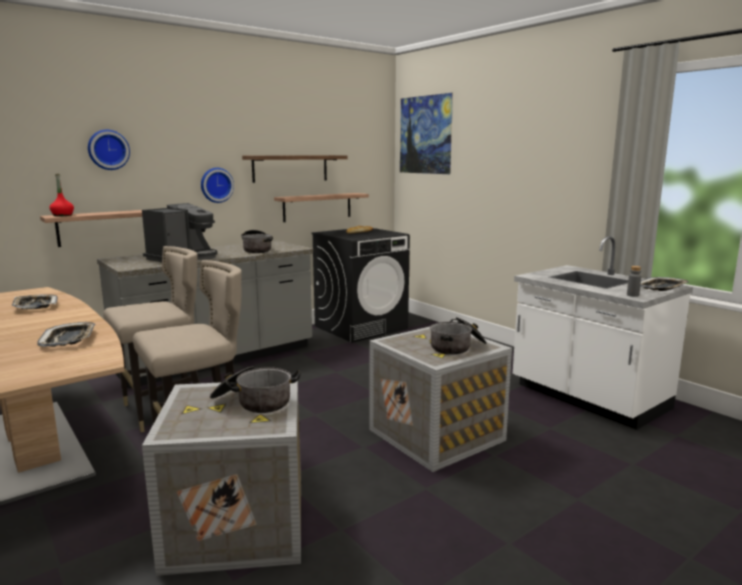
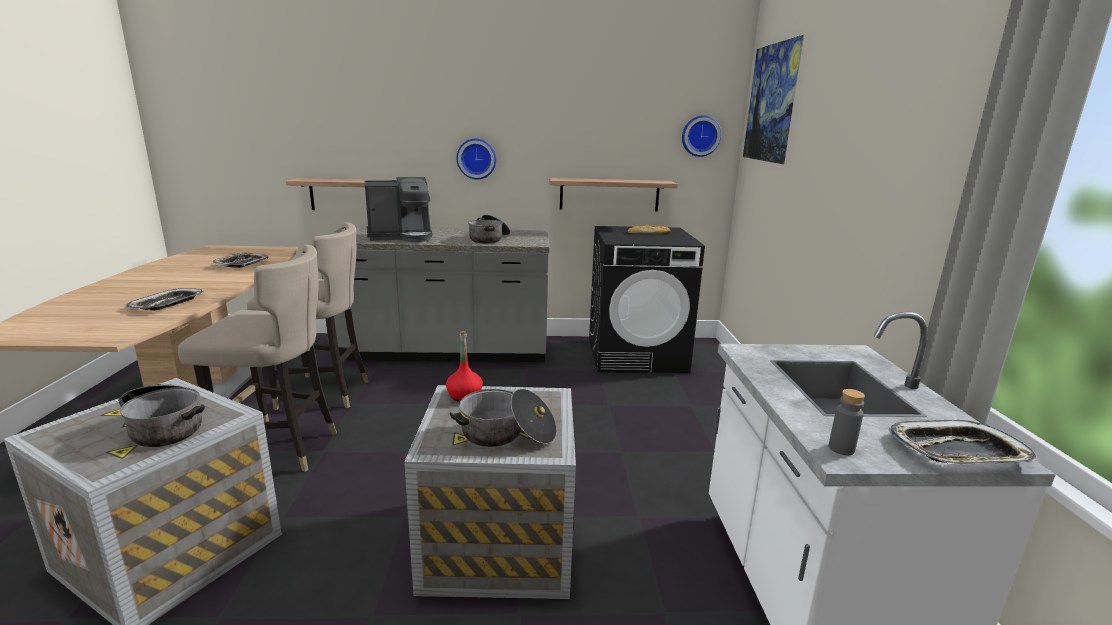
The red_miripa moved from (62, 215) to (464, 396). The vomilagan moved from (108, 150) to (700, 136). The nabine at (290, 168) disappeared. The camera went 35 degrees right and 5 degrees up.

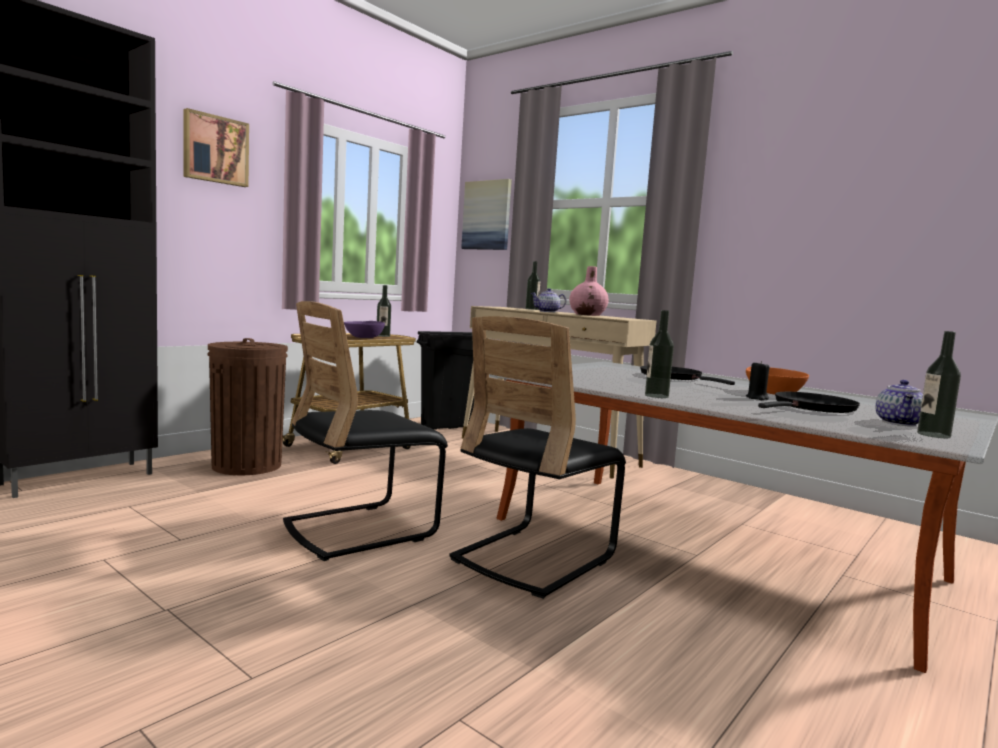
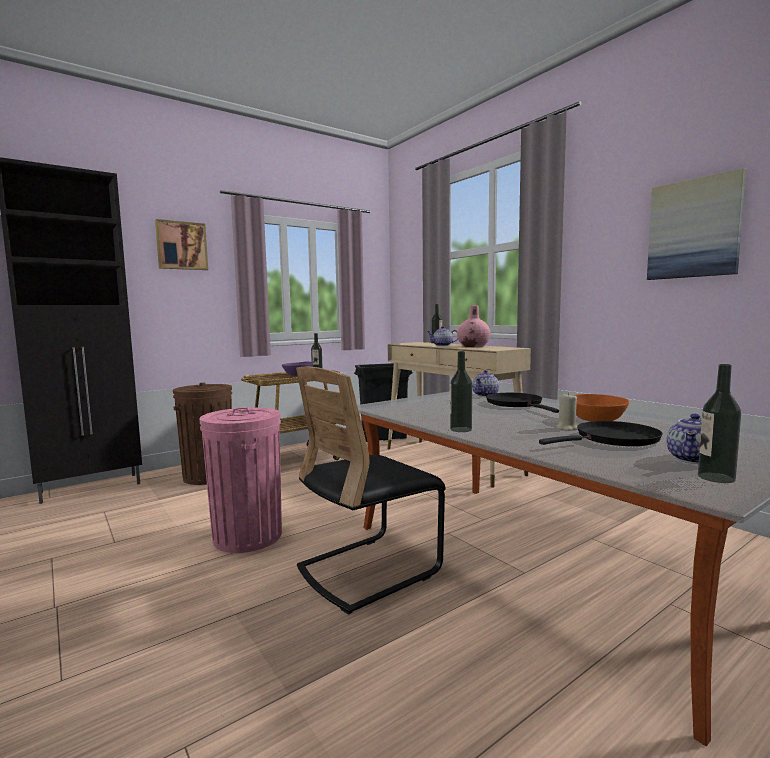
The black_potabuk at (360, 529) was replaced by the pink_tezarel at (247, 536). The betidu at (485, 395) appeared. The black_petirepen at (757, 398) became the beige_petirepen at (567, 428). The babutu moved from (487, 215) to (694, 229). The camera went 15 degrees right and 0 degrees up.

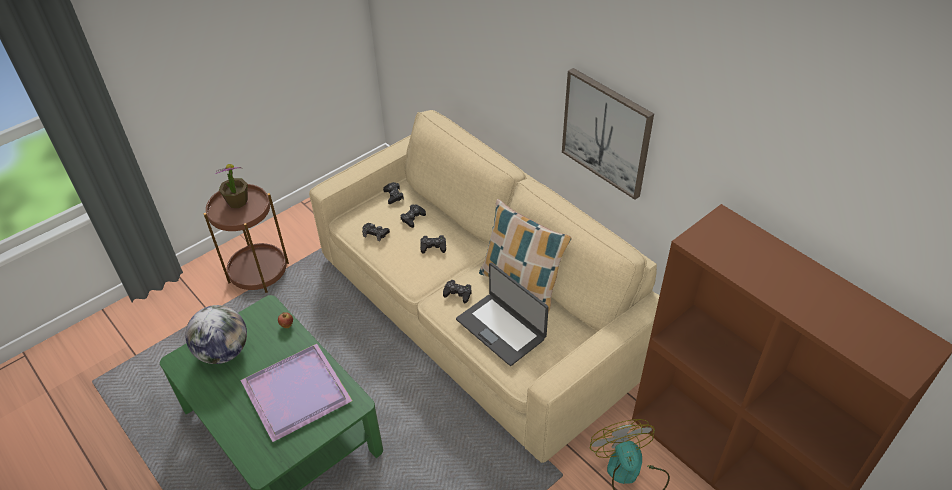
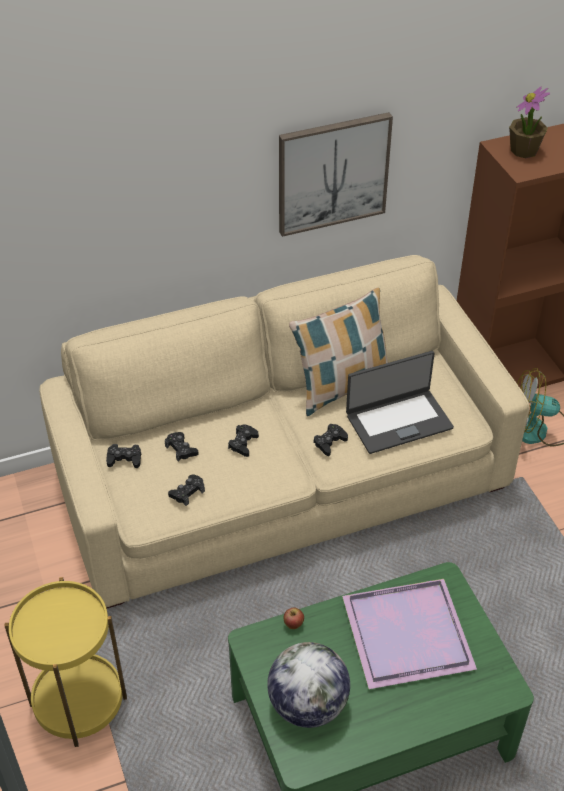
The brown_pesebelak at (258, 272) became the yellow_pesebelak at (78, 702). The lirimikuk moved from (237, 201) to (524, 151). The camera went 70 degrees left and 0 degrees up.

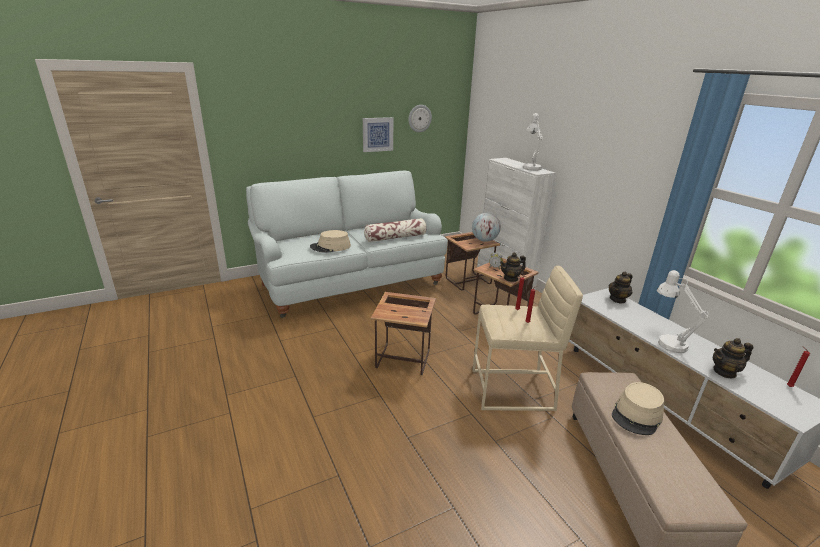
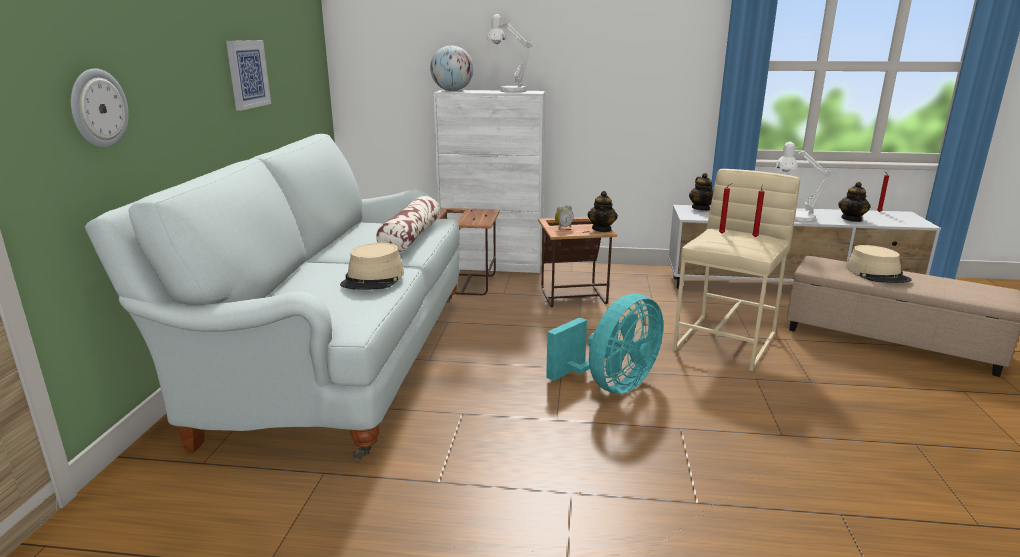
The vomilagan moved from (419, 118) to (98, 108). The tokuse moved from (484, 240) to (452, 91). The pesebelak at (404, 360) was replaced by the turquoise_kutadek at (611, 385). The camera went 55 degrees left and 5 degrees down.

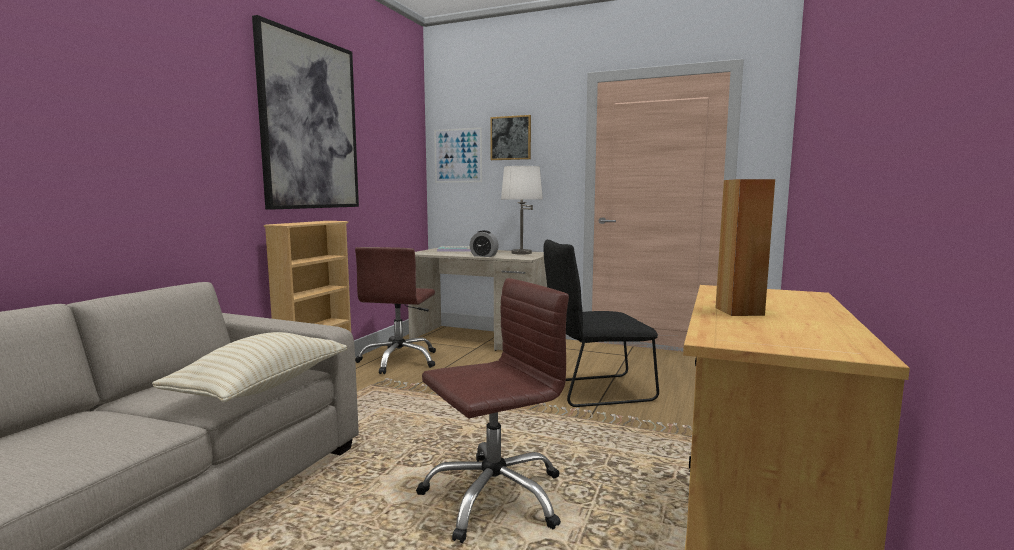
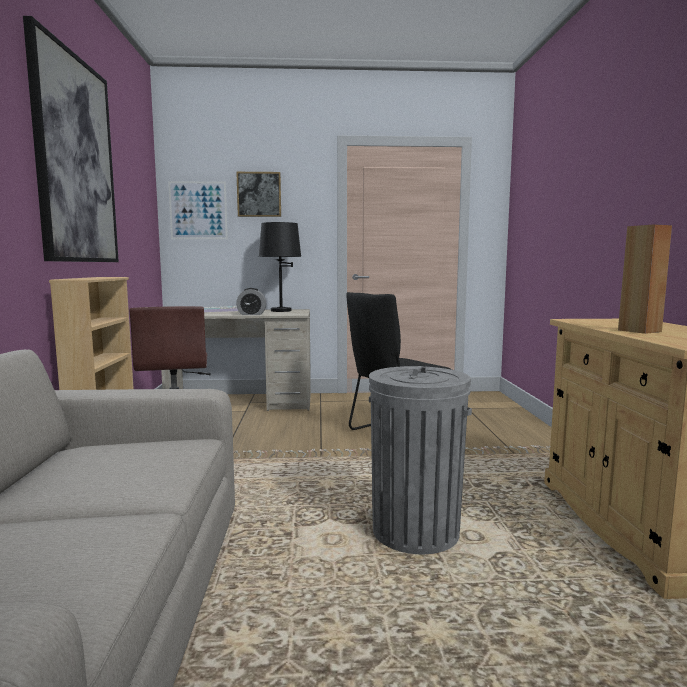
The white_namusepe at (521, 253) became the black_namusepe at (281, 311). The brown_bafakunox at (494, 496) was replaced by the grey_tezarel at (415, 532). The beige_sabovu at (262, 387) disappeared. The camera went 25 degrees left and 0 degrees up.

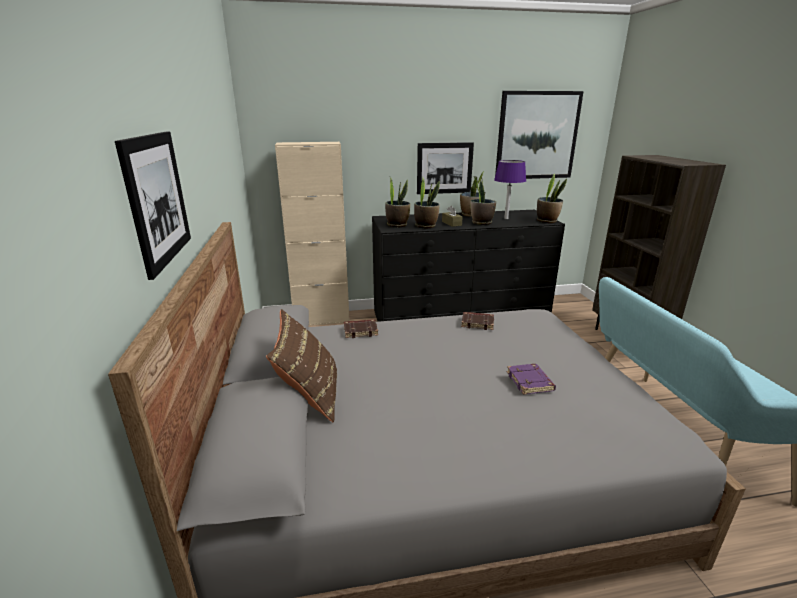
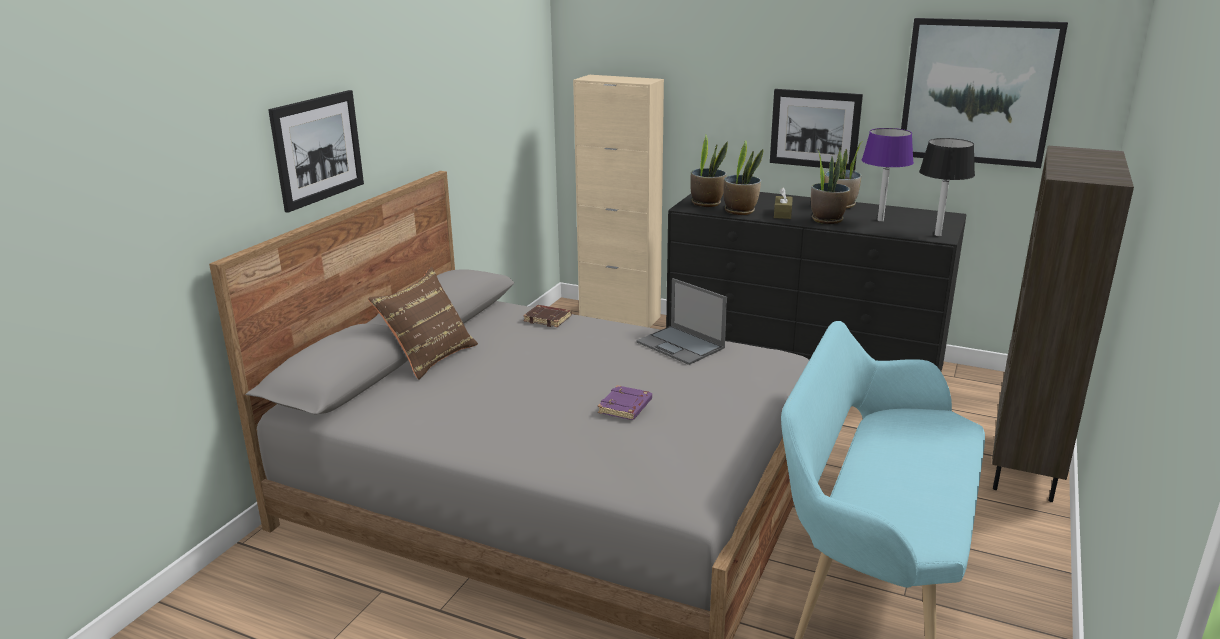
The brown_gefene at (478, 323) was replaced by the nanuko at (681, 345). The lirimikuk at (547, 221) was replaced by the black_namusepe at (937, 235). The camera went 35 degrees right and 0 degrees up.

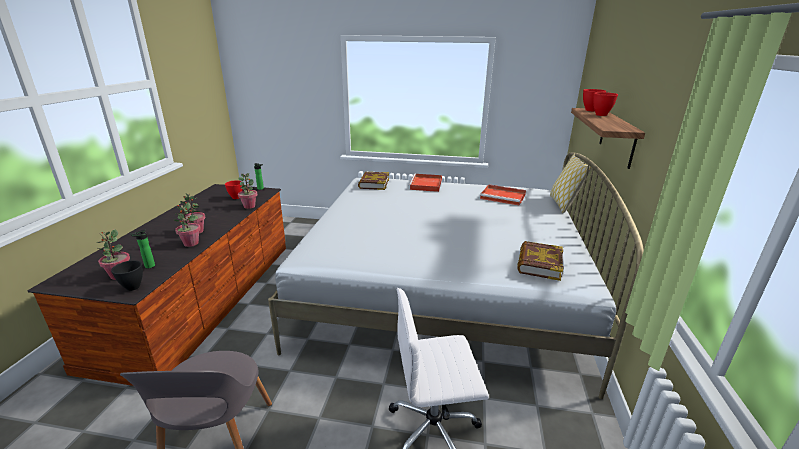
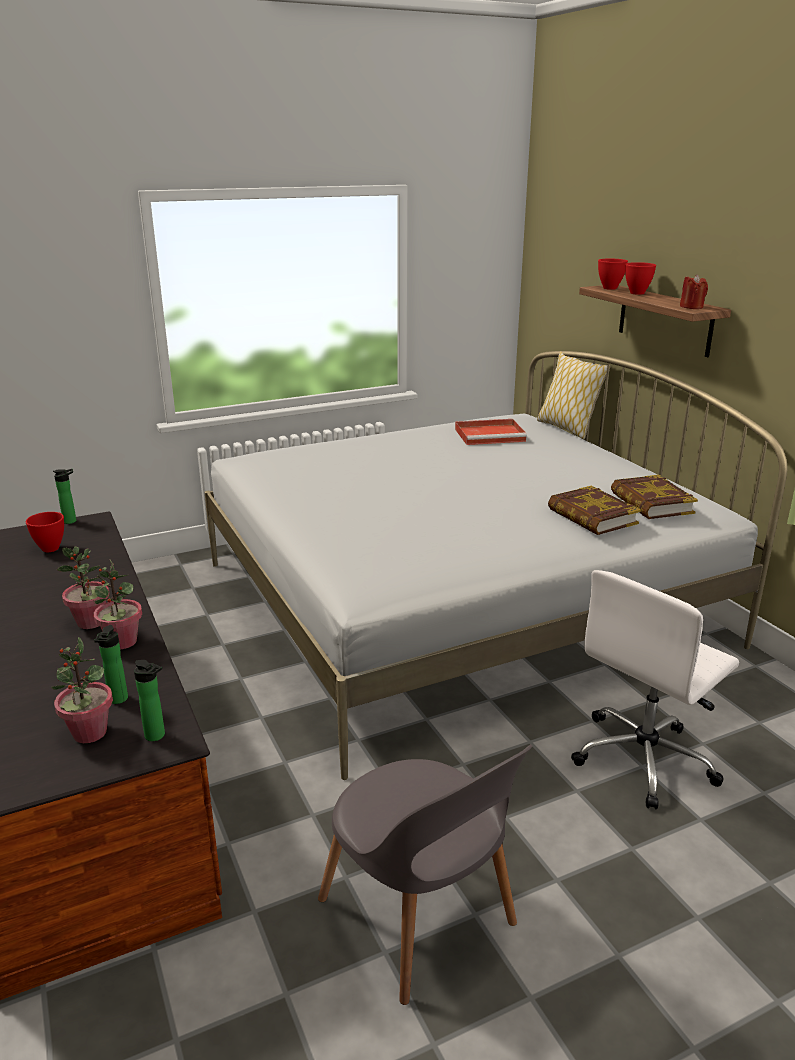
The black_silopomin at (132, 287) was replaced by the miripa at (157, 736). The gefene moved from (373, 183) to (592, 517). The red_petirepen at (691, 307) appeared. The lirimikuk at (249, 206) disappeared. The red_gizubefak at (426, 184) disappeared. The camera went 35 degrees left and 0 degrees up.

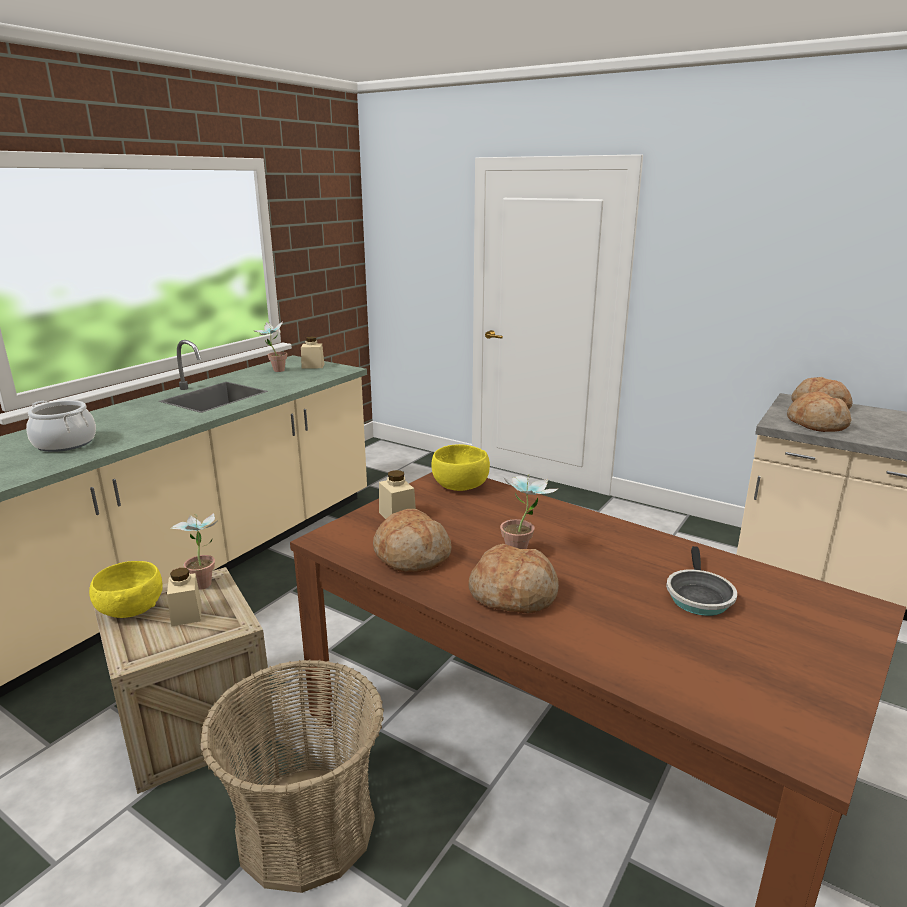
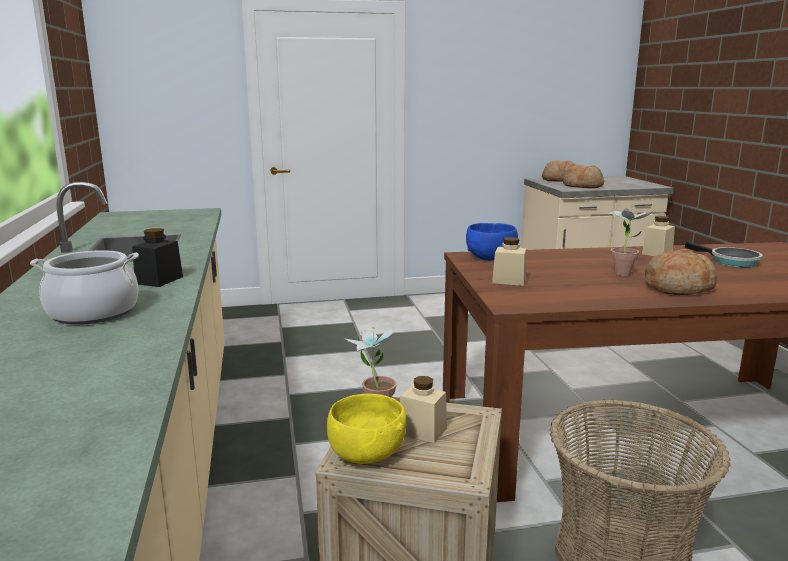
The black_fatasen at (159, 280) appeared. The yellow_silopomin at (461, 486) became the blue_silopomin at (491, 258). The beige_fatasen moved from (313, 366) to (657, 253). The lirimikuk at (274, 371) disappeared. The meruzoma at (412, 555) disappeared. The camera went 45 degrees left and 5 degrees down.

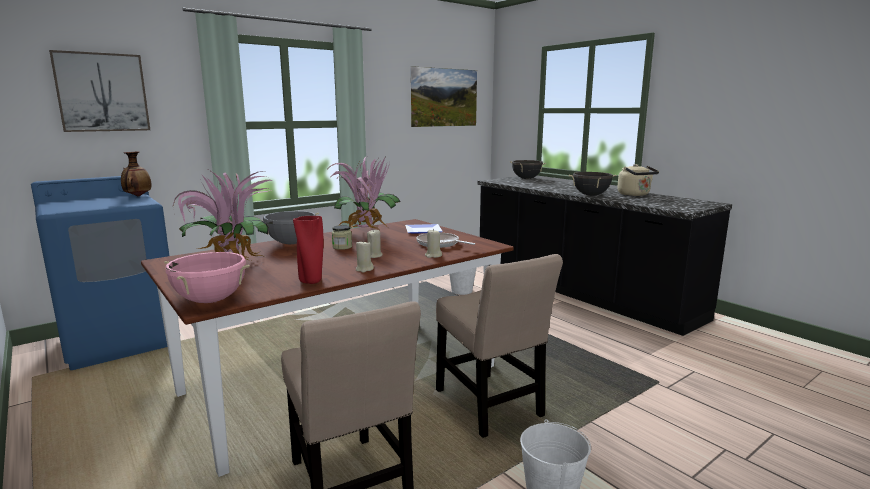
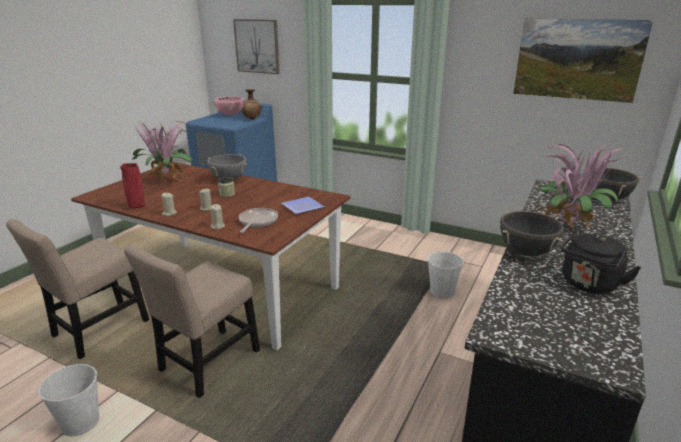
The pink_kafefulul moved from (210, 300) to (230, 115). The lirimikuk moved from (365, 235) to (567, 229). The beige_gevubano at (635, 195) became the black_gevubano at (588, 285). The camera went 65 degrees right and 10 degrees up.

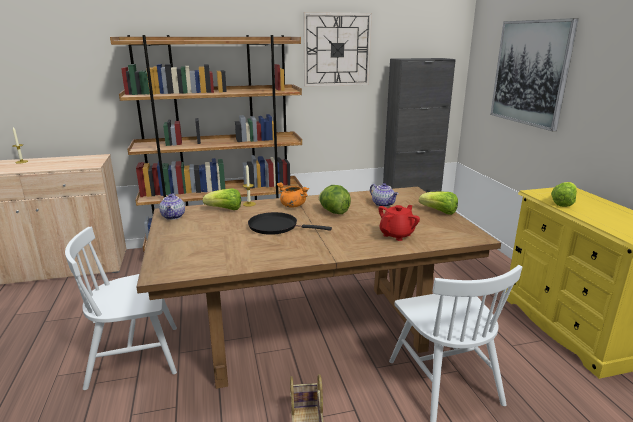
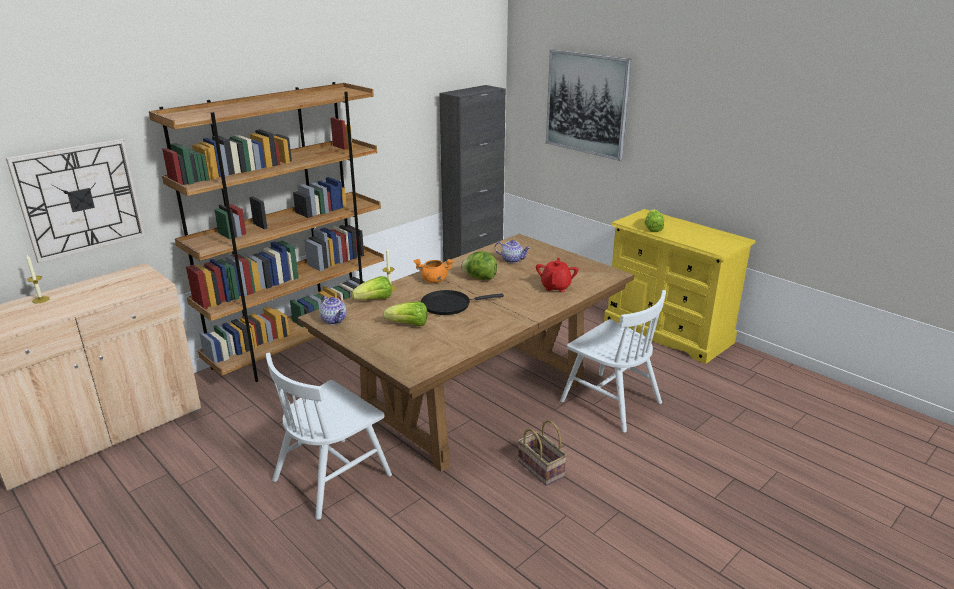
The vomilagan moved from (337, 50) to (80, 199). The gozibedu moved from (439, 212) to (408, 325). The camera went 30 degrees left and 5 degrees up.

